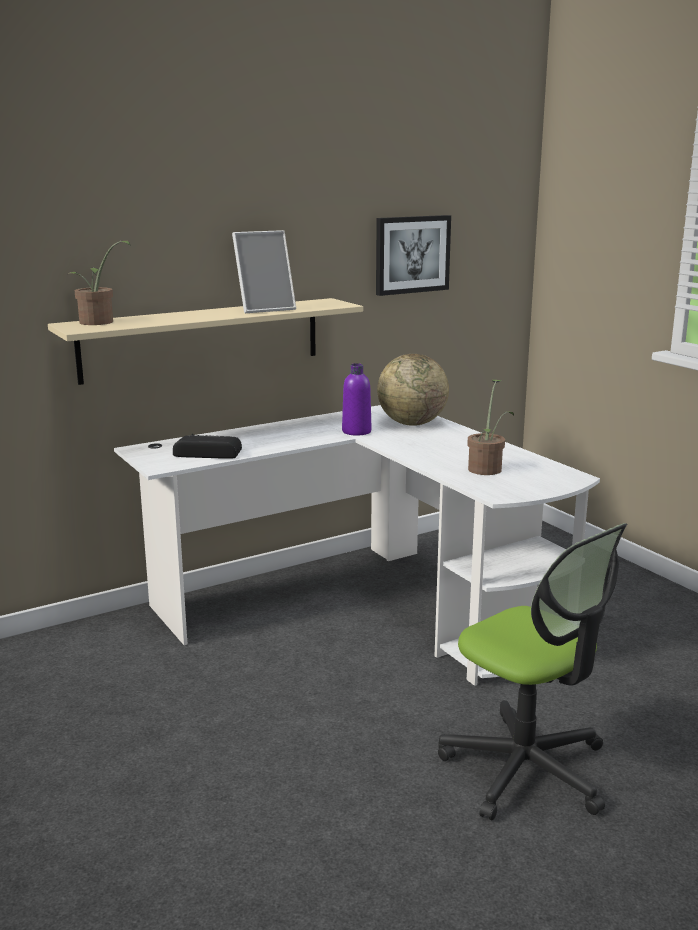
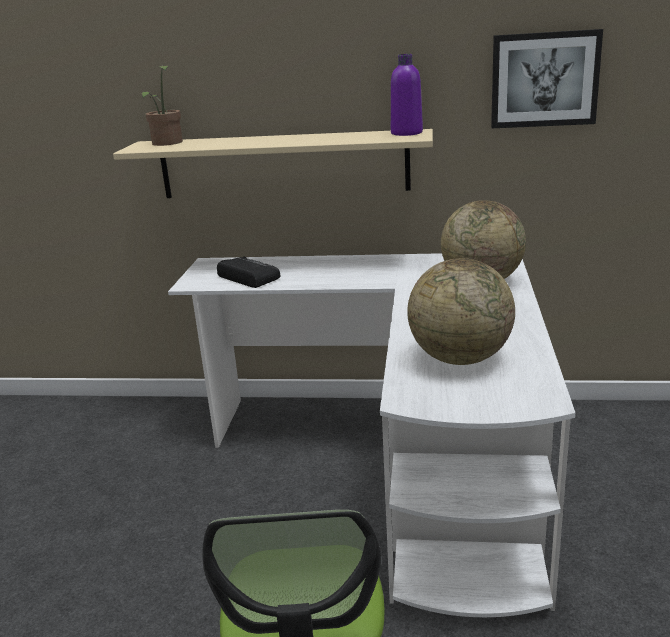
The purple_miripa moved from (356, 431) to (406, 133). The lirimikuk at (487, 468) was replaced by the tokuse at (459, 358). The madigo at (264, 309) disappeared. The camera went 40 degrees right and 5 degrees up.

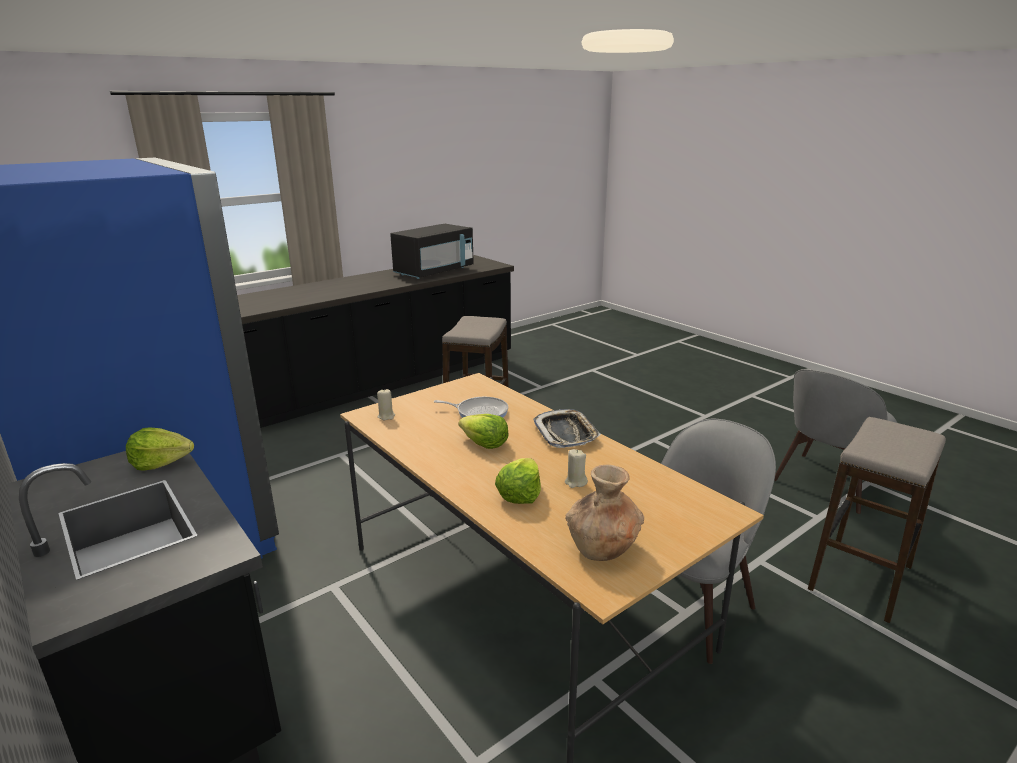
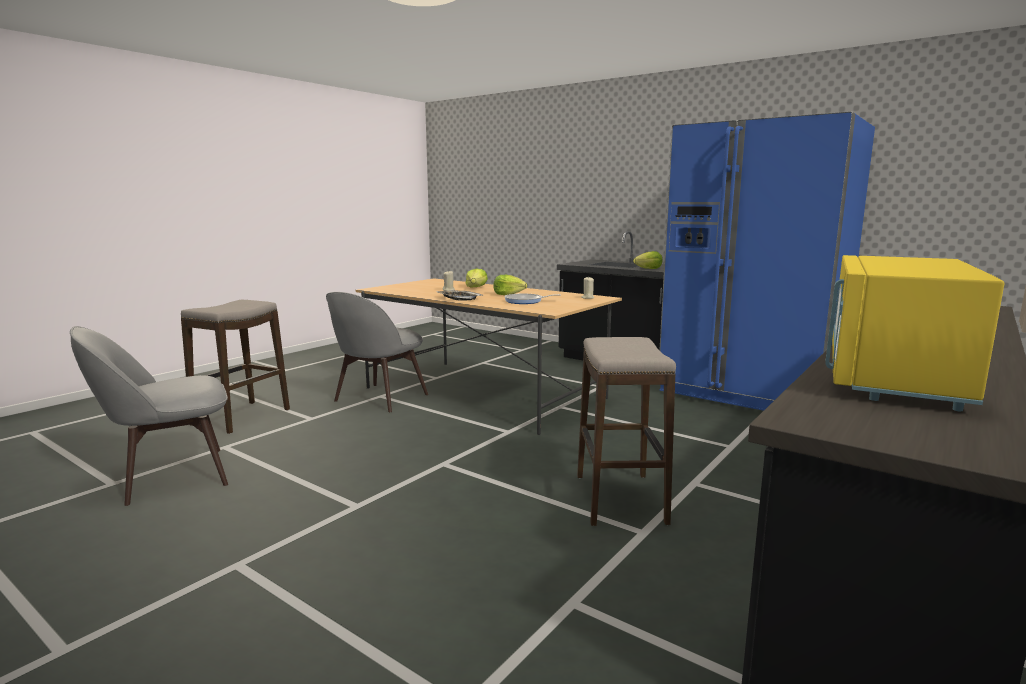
The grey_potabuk at (826, 484) turned 150 degrees counterclockwise. The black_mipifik at (434, 272) became the yellow_mipifik at (891, 378). The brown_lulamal at (603, 547) disappeared. The camera went 165 degrees right and 10 degrees down.

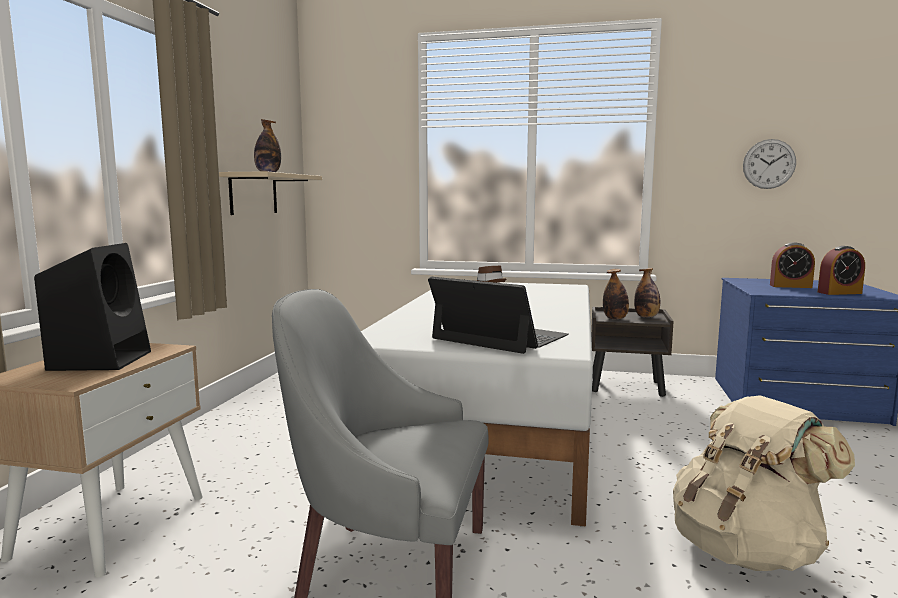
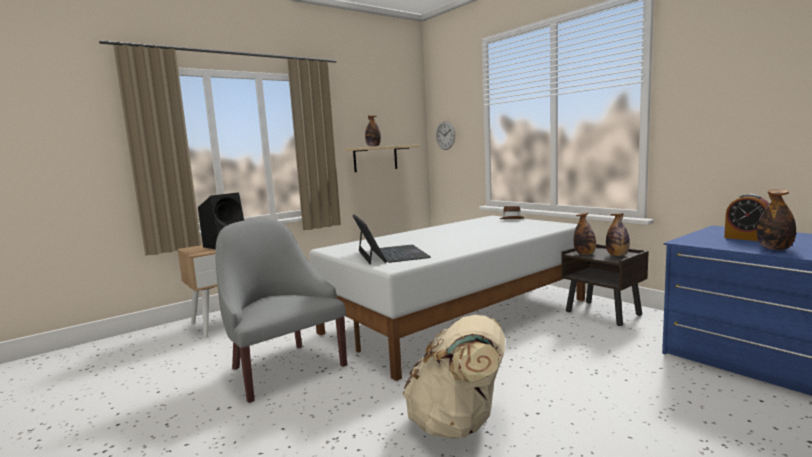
The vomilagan moved from (769, 164) to (445, 135). The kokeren at (839, 293) was replaced by the miripa at (774, 249). The camera went 40 degrees right and 0 degrees up.

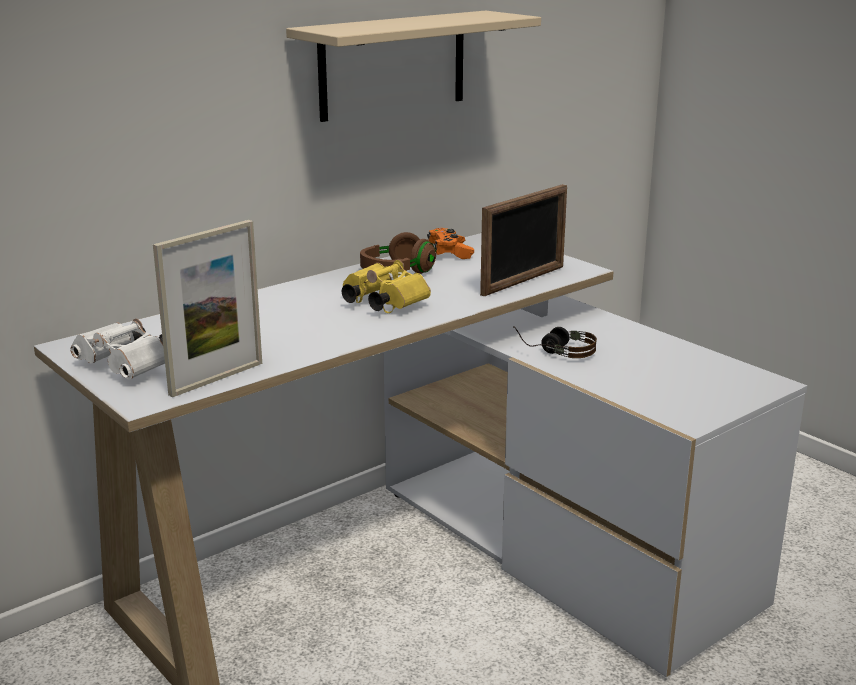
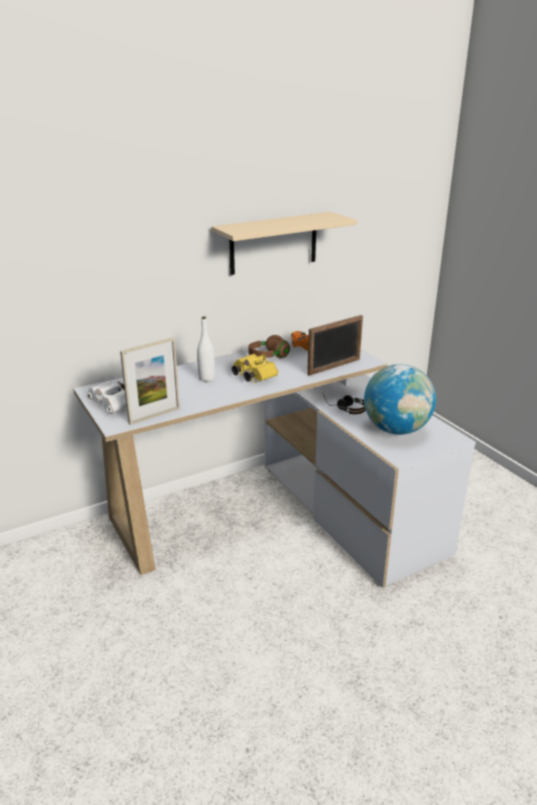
The white_miripa at (206, 378) appeared. The tokuse at (396, 429) appeared. The camera went 10 degrees right and 5 degrees up.

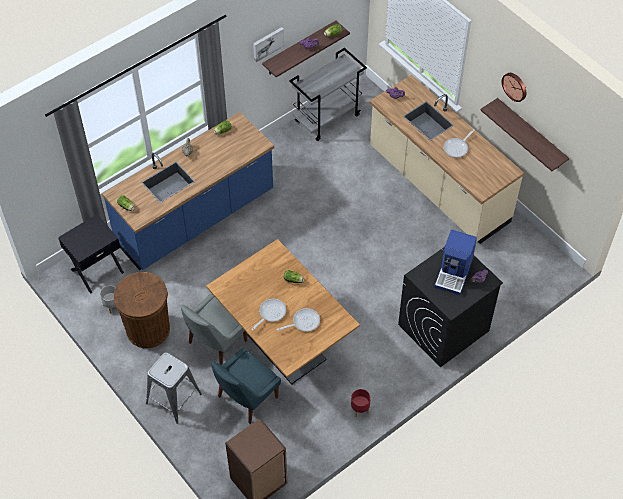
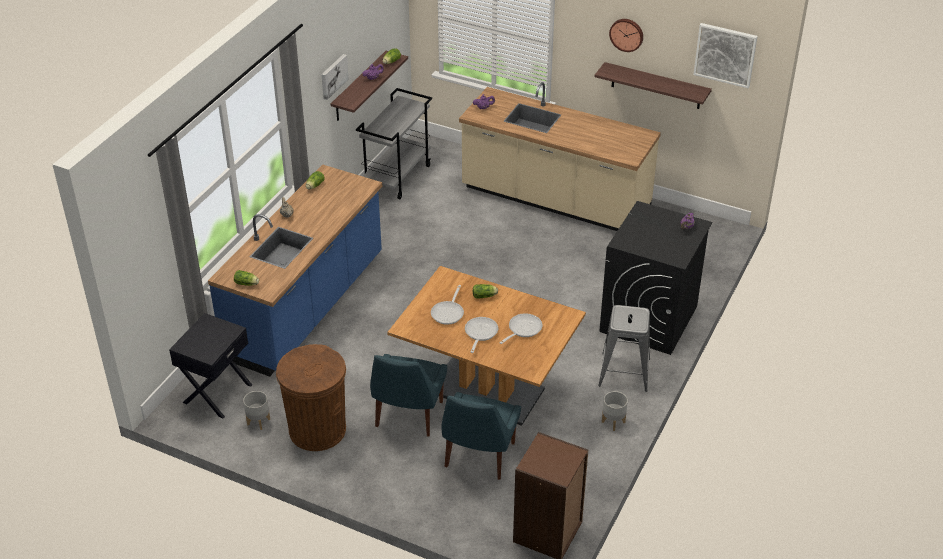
The grey_potabuk at (216, 343) became the blue_potabuk at (408, 416). The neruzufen moved from (457, 148) to (448, 313). The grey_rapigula moved from (173, 398) to (624, 372). The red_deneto at (360, 409) became the grey_deneto at (613, 422). The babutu at (725, 54) appeared. The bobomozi at (454, 273) disappeared. The camera went 25 degrees left and 15 degrees down.

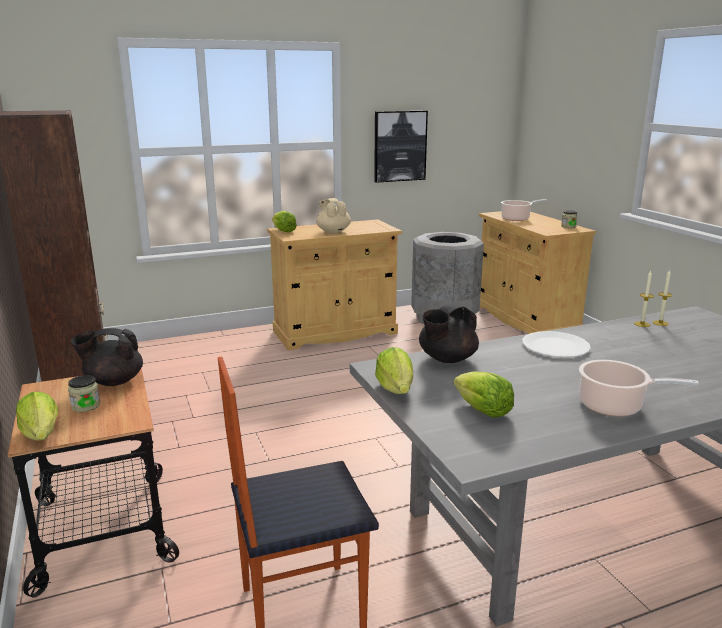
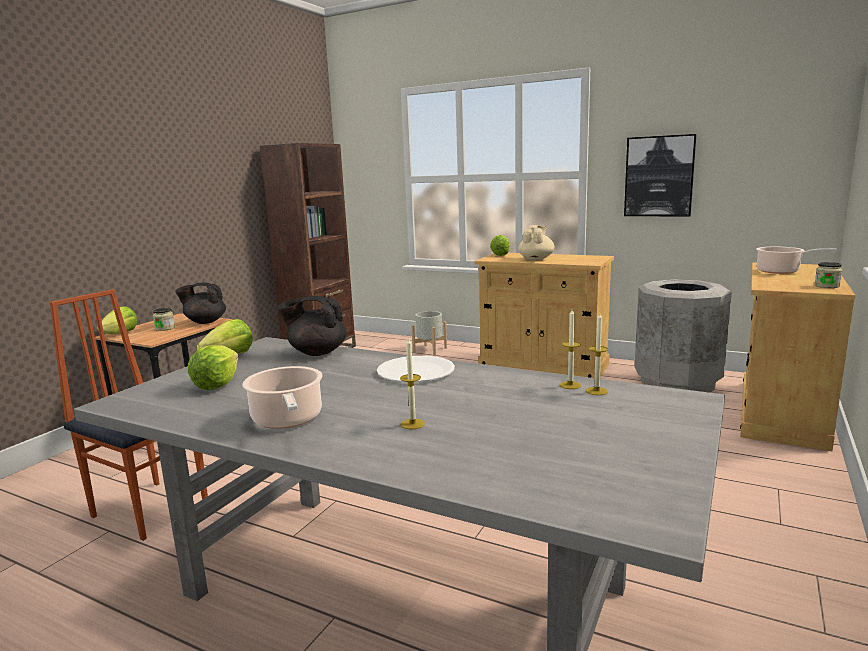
The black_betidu at (113, 381) turned 45 degrees counterclockwise. The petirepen at (412, 424) appeared. The grey_deneto at (429, 350) appeared. The camera went 50 degrees right and 5 degrees down.

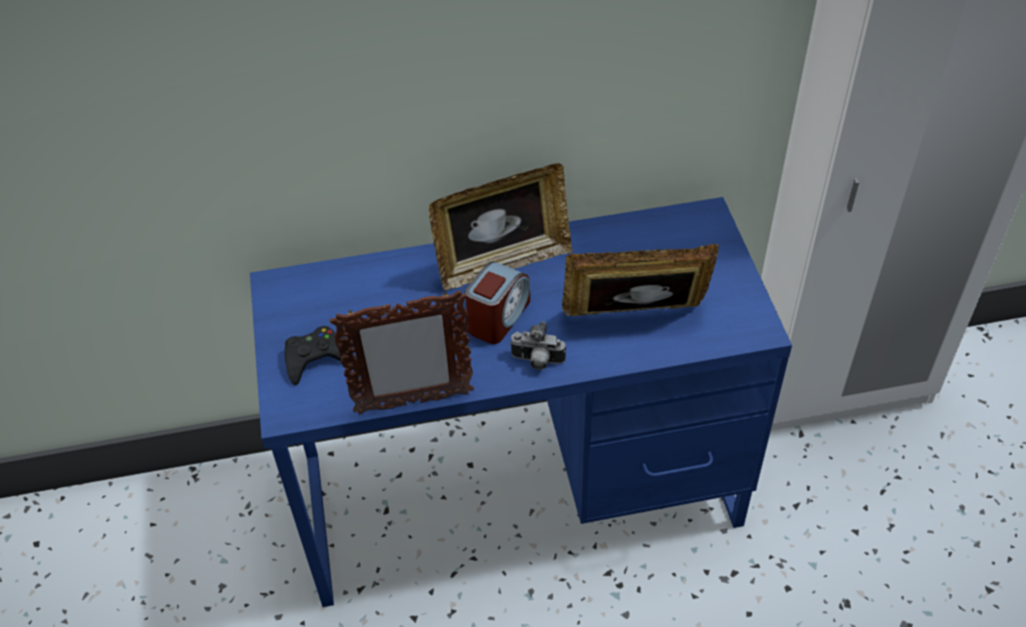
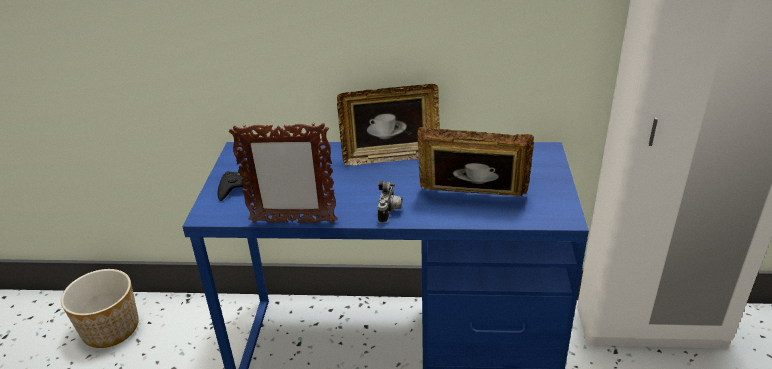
The deneto at (110, 329) appeared. The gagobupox at (537, 362) turned 105 degrees counterclockwise. The kokeren at (498, 317) disappeared. The camera went 15 degrees right and 15 degrees down.

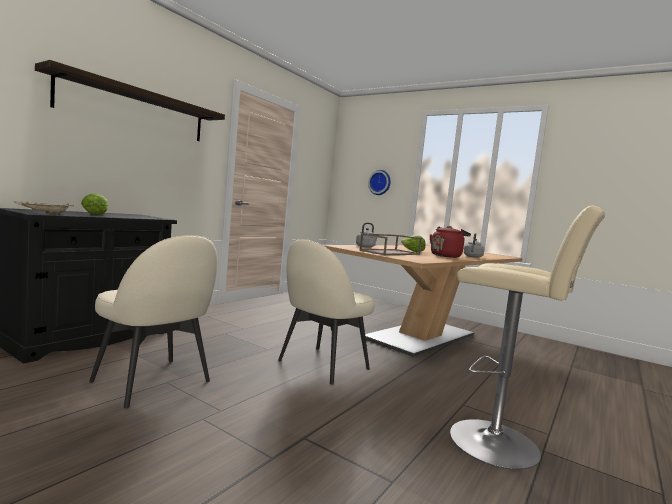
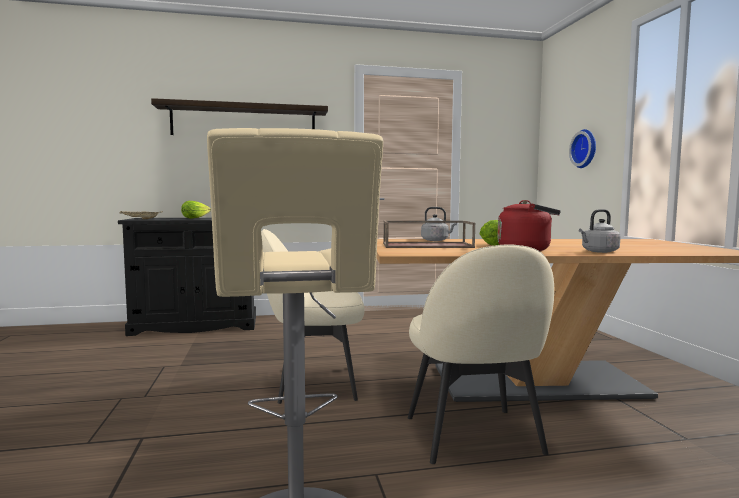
The beige_potabuk moved from (153, 382) to (474, 437). The camera went 45 degrees right and 0 degrees up.

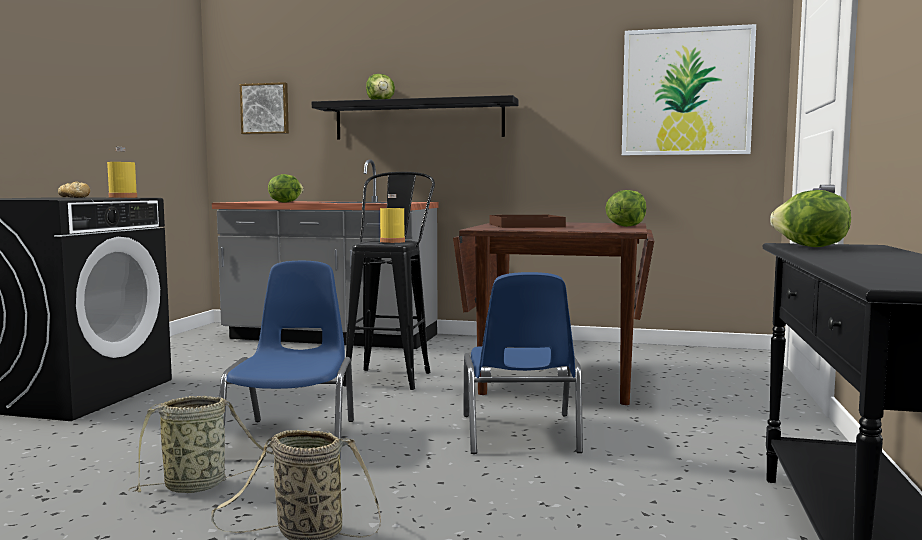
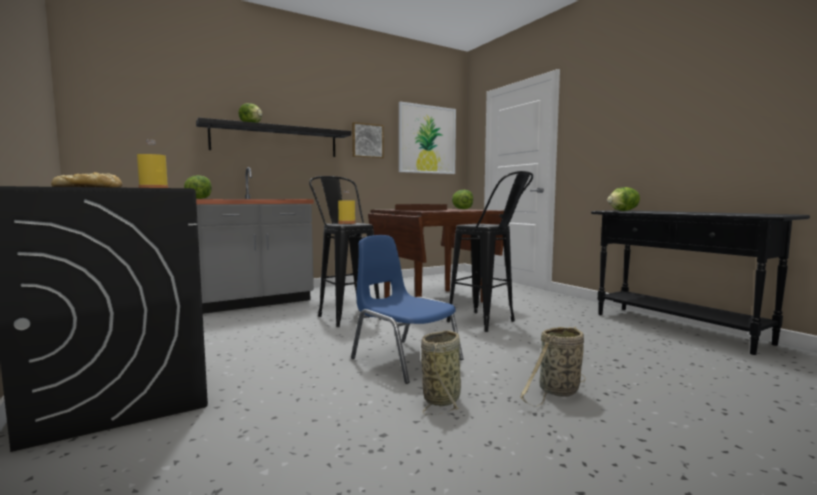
The babutu moved from (265, 109) to (367, 141). The blue_potabuk at (520, 434) was replaced by the black_rapigula at (489, 324). The camera went 45 degrees left and 0 degrees up.

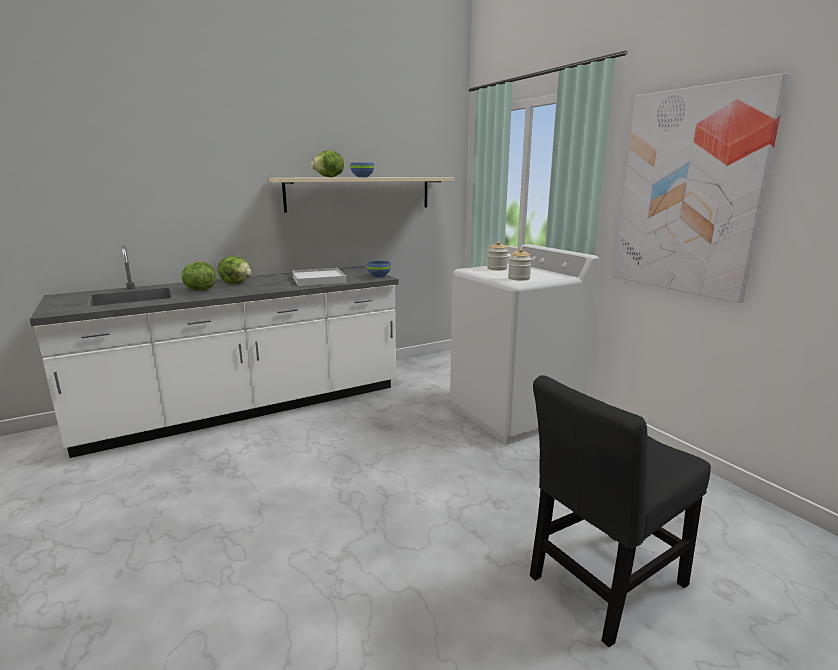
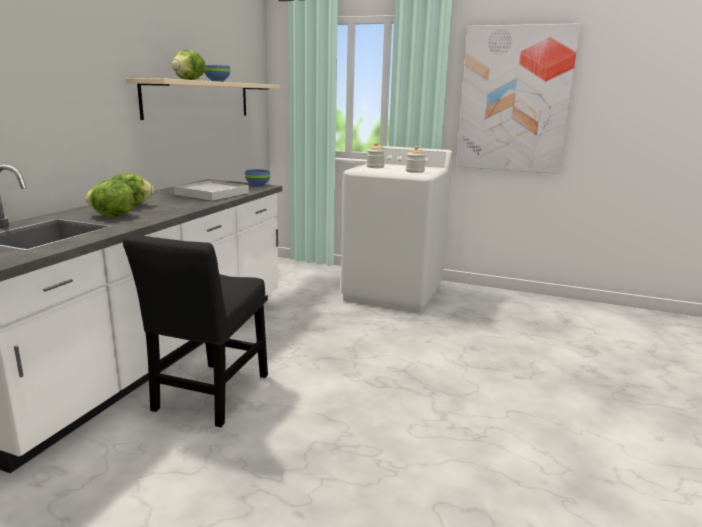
The black_potabuk moved from (603, 585) to (210, 396). The camera went 40 degrees left and 0 degrees up.

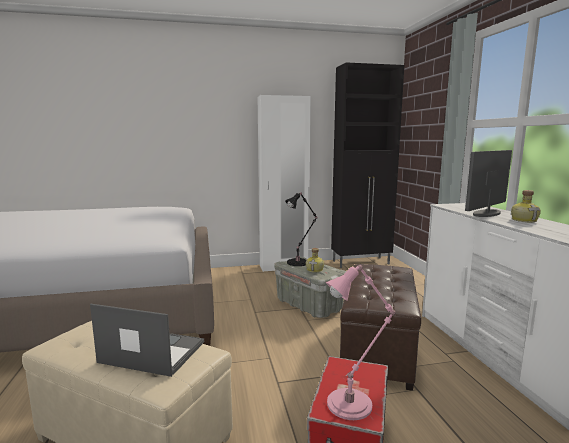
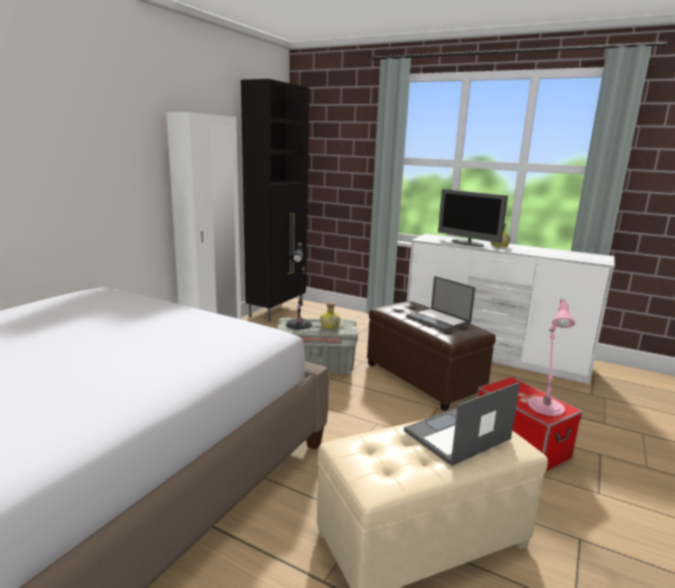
The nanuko at (439, 320) appeared. The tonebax at (486, 213) turned 45 degrees counterclockwise. The camera went 50 degrees left and 5 degrees up.

